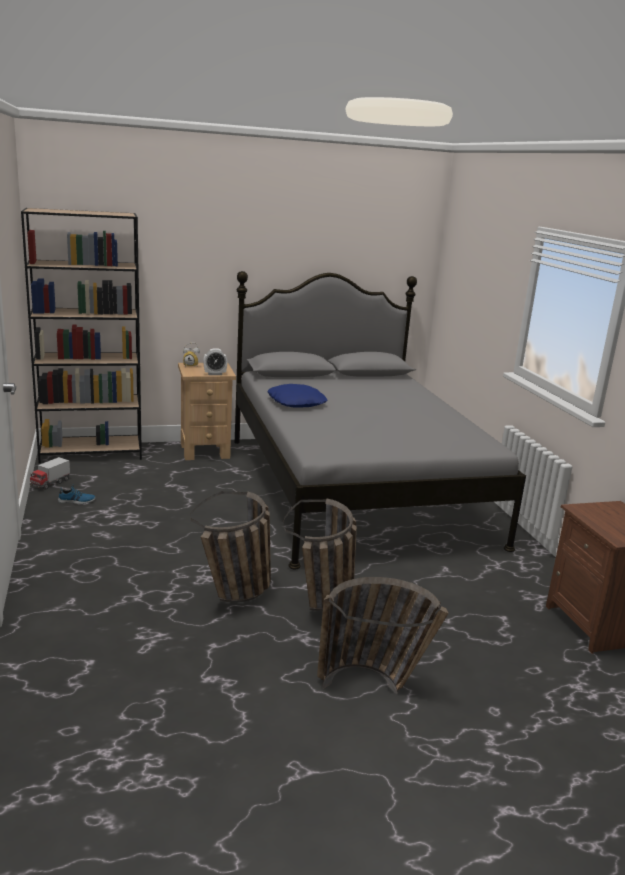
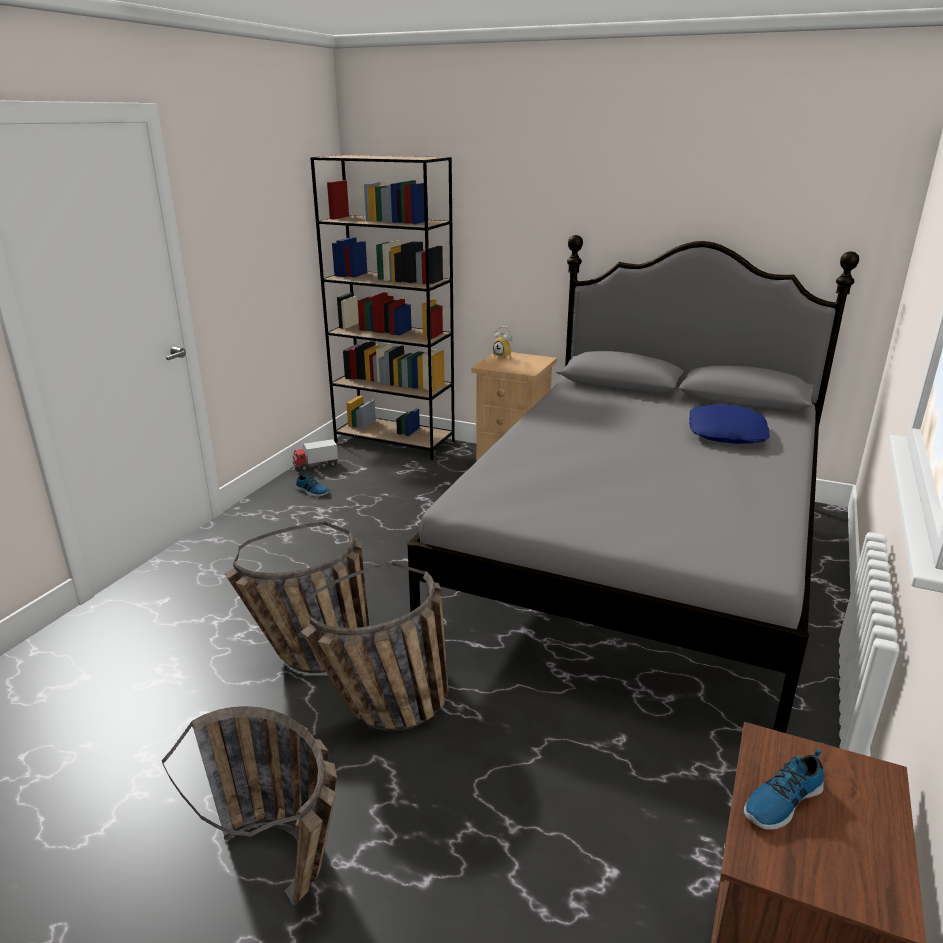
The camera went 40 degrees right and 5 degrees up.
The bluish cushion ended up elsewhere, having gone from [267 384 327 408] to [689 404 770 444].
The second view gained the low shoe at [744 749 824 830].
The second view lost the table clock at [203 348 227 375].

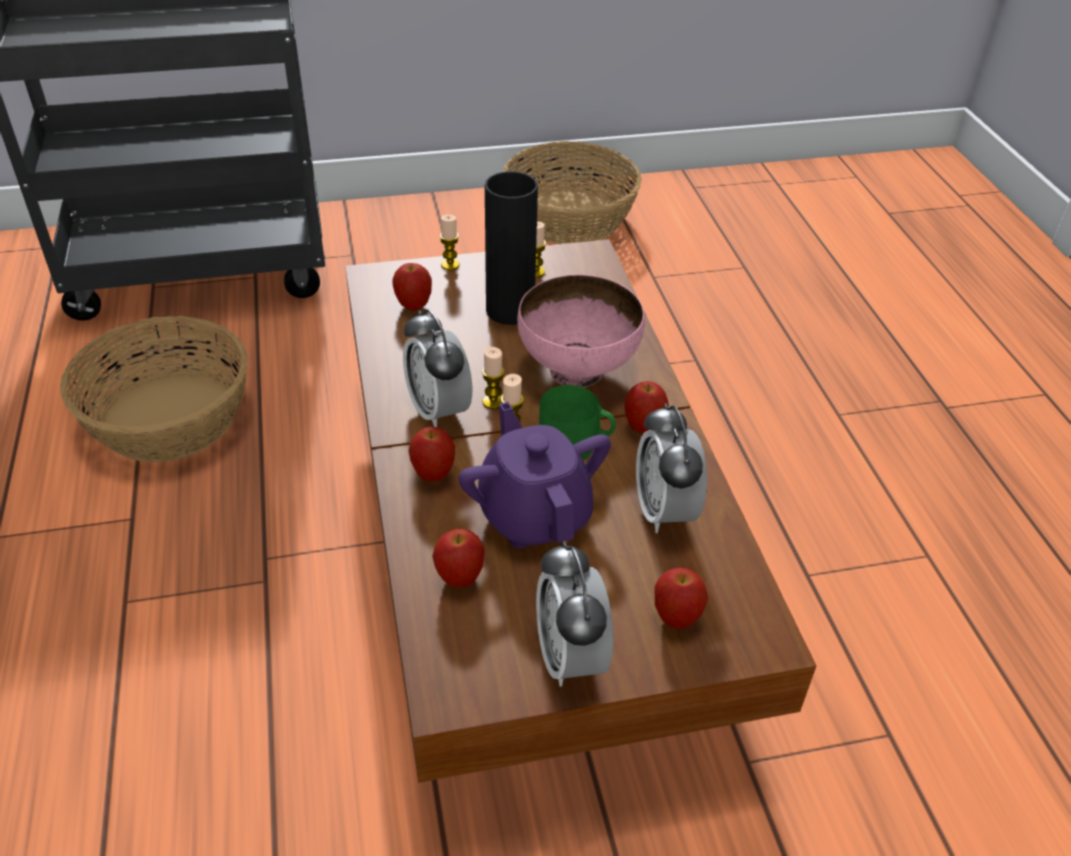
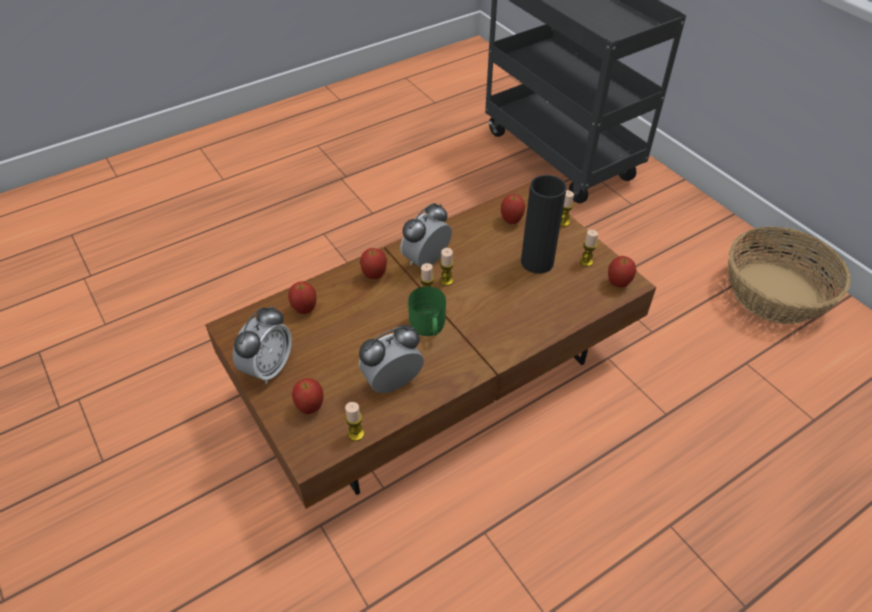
The camera went 70 degrees right and 5 degrees up.
The table clock at [536 541 613 687] ended up facing another way, 150 degrees clockwise from before.
The second view gained the wax light at [345 402 364 441].
The apple fruit ended up elsewhere, having gone from [625 381 669 434] to [608 256 637 288].
The second view lost the household basket at [60 316 248 462].
The second view lost the purple-coloured teapot at [458 402 611 549].
The second view lost the pink-coloured deep dish at [517 274 645 388].

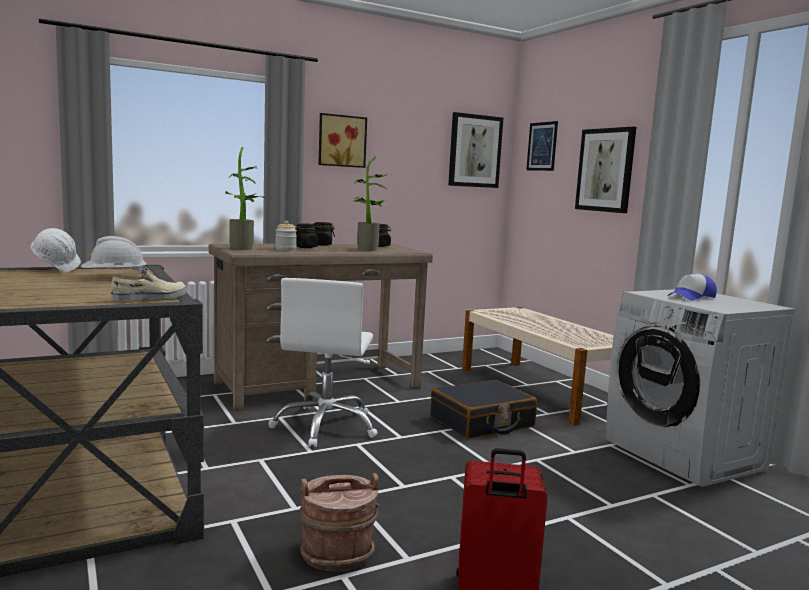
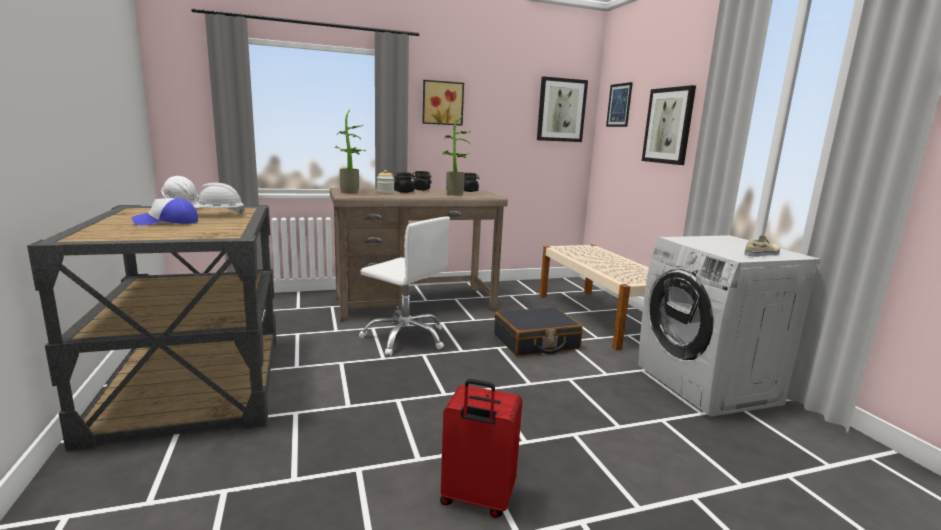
The camera went 10 degrees right and 5 degrees up.
The peaked cap ended up elsewhere, having gone from [668 274 717 300] to [131 198 198 225].
The white desk chair at [269 278 378 447] ended up facing another way, 75 degrees counterclockwise from before.
The beige-coloured low shoe ended up elsewhere, having gone from [111 270 187 300] to [744 235 780 257].
The second view lost the brown pail at [299 473 380 571].

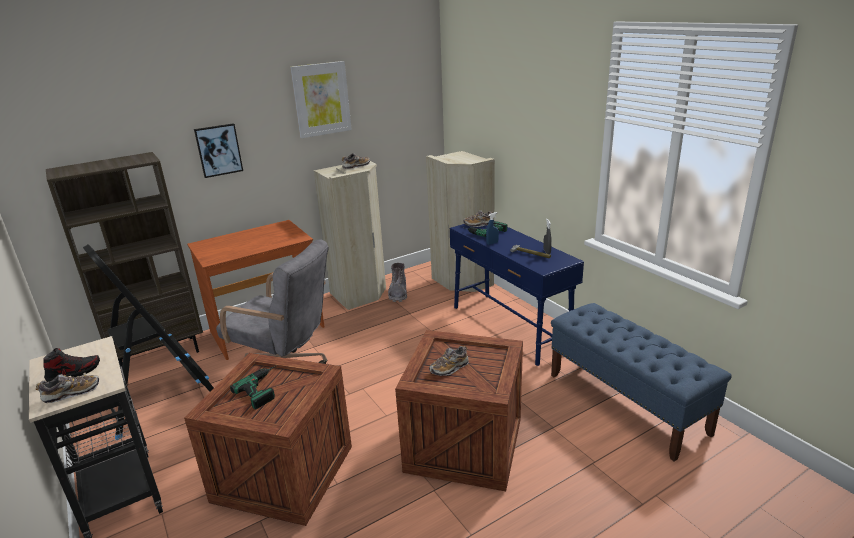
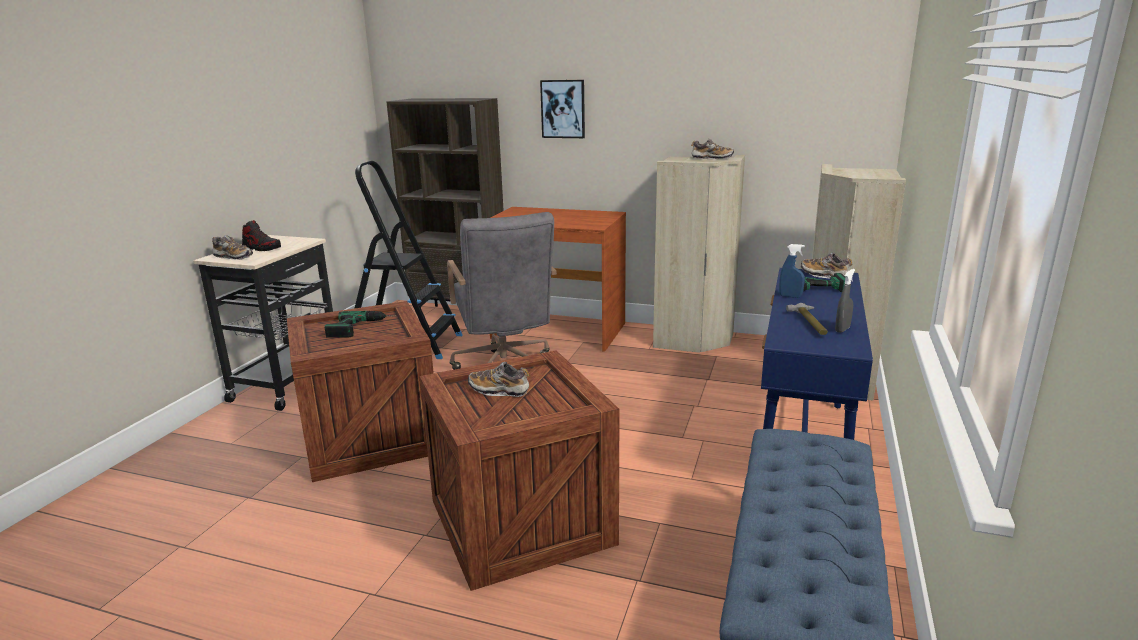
The camera went 50 degrees right and 5 degrees down.
The second view lost the wall picture at [290 61 352 138].
The second view lost the grey high-top boot at [388 263 407 302].

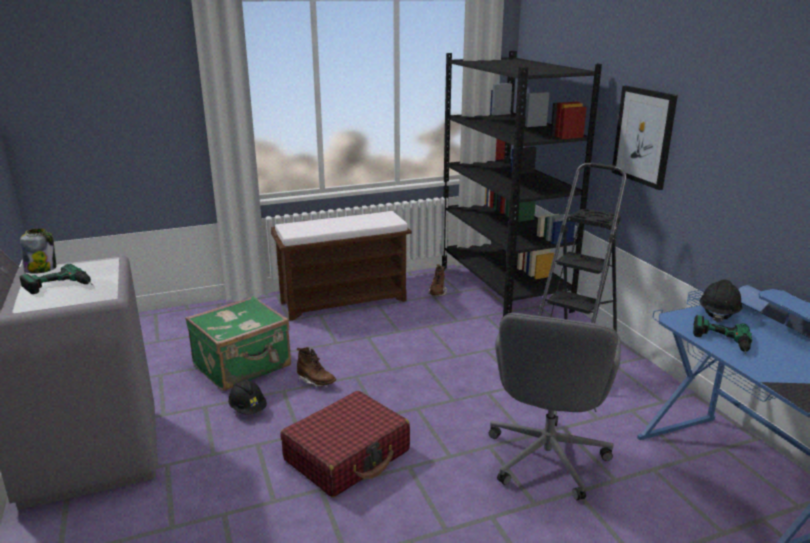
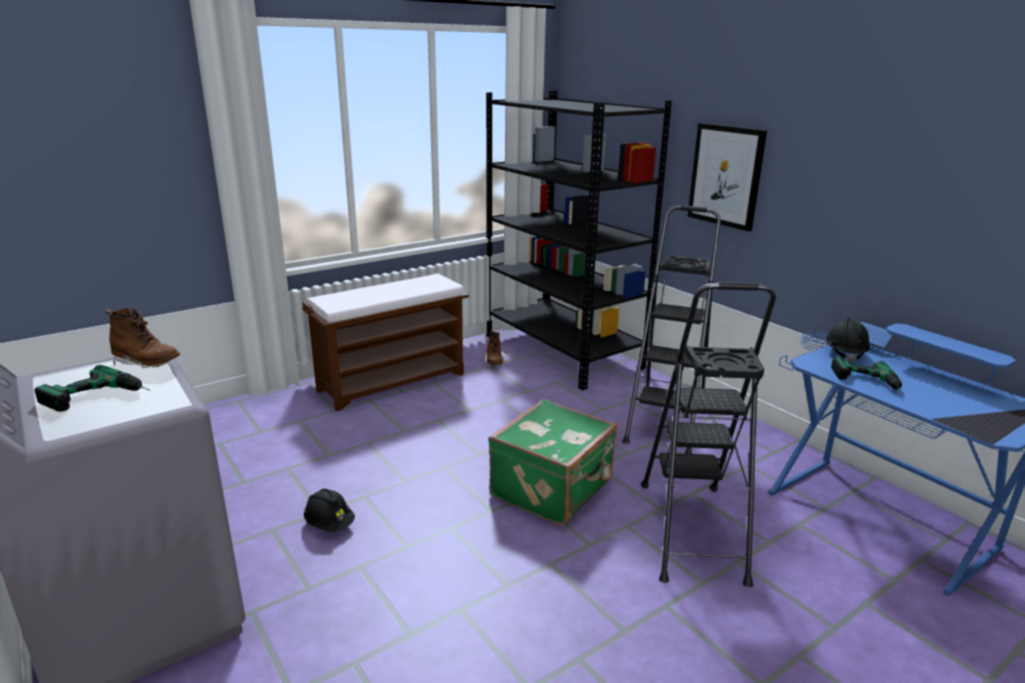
The camera went 15 degrees left and 0 degrees up.
The brown high-top boot ended up elsewhere, having gone from [297 347 336 386] to [105 308 180 368].
The green travel case ended up elsewhere, having gone from [185 296 291 391] to [488 399 617 525].
Where the grey desk chair stood at [489 313 621 500], the stepladder came to stand at [641 282 776 587].
The second view lost the jar at [20 228 56 274].
The second view lost the red travel case at [281 391 410 497].

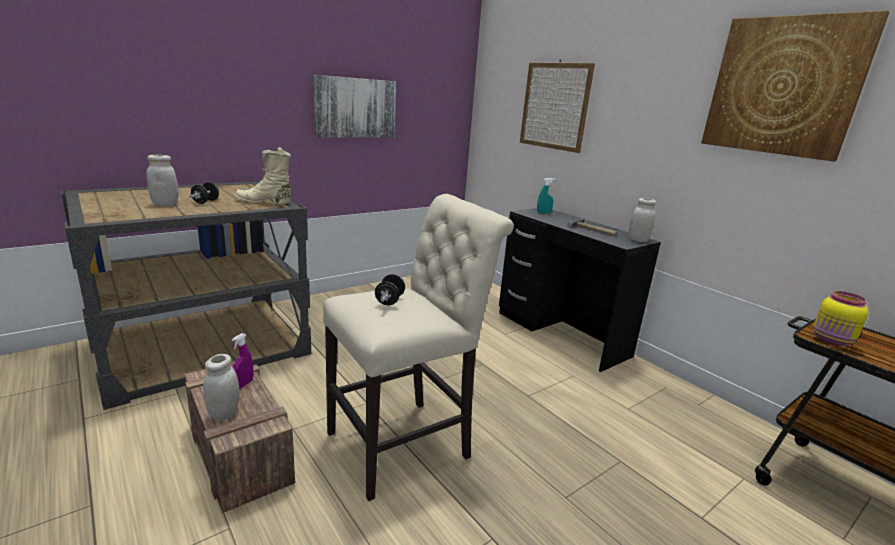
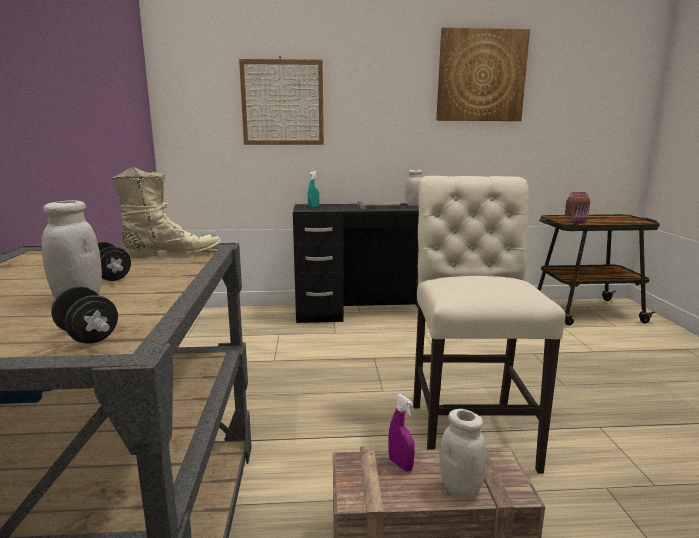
The camera went 55 degrees left and 5 degrees down.
The black-coloured dumbbell ended up elsewhere, having gone from [375 274 405 305] to [51 286 118 344].
The beige-coloured high-top boot at [234 147 291 204] ended up facing another way, 150 degrees counterclockwise from before.
What was the yellow jar at [813 291 868 346] turned into the brown jar at [565 192 590 224].
The second view lost the wall picture at [313 75 396 138].

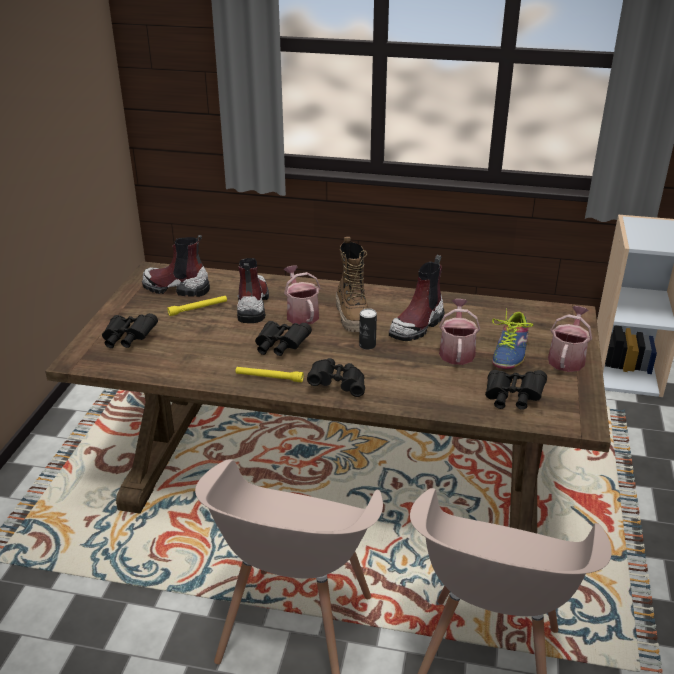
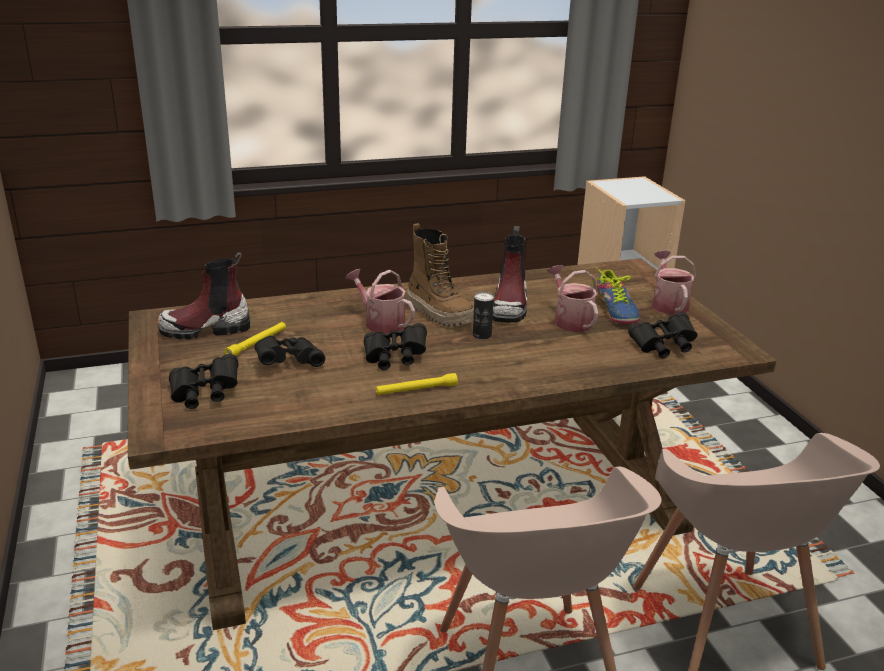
The camera went 30 degrees left and 5 degrees down.
The black-coloured pair of binoculars ended up elsewhere, having gone from [307 358 365 397] to [254 336 325 367].
The second view lost the high-top boot at [237 258 269 323].

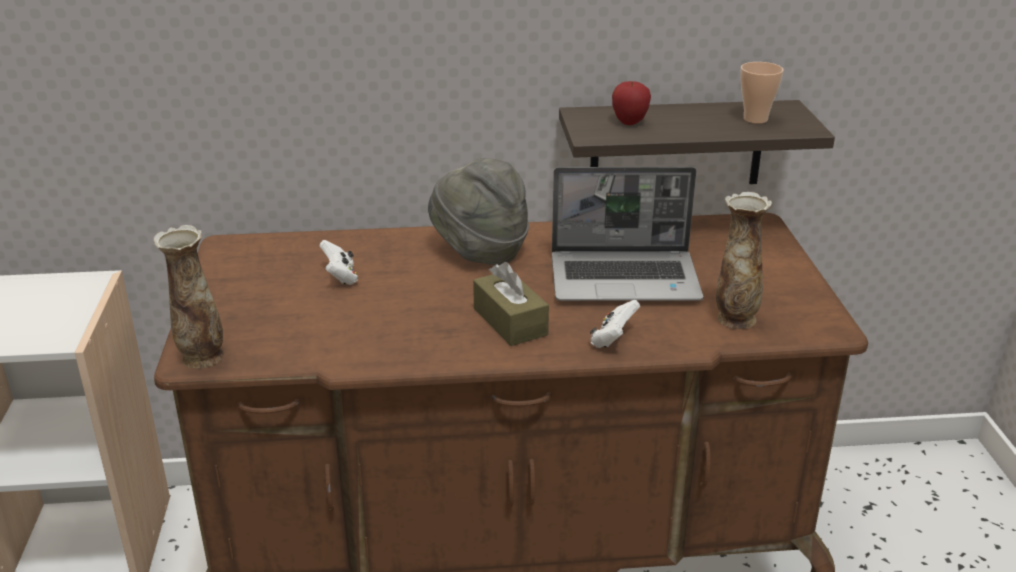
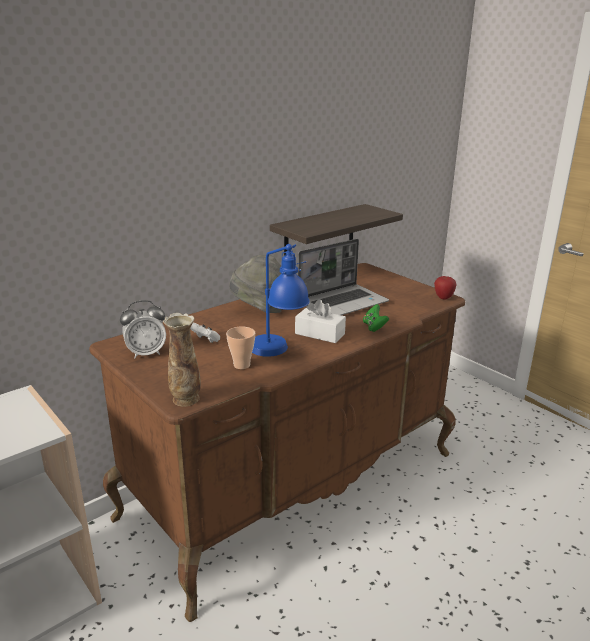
The camera went 35 degrees left and 5 degrees down.
The second view gained the table clock at [120 300 166 358].
The drinking cup ended up elsewhere, having gone from [740 62 784 124] to [226 326 255 369].
The second view gained the bluish tabletop lamp at [252 244 310 357].
What was the brown tissue holder at [473 262 549 346] turned into the white tissue holder at [295 299 346 343].
What was the white gamepad at [590 300 640 348] turned into the green gamepad at [363 304 389 332].
The apple fruit ended up elsewhere, having gone from [612 81 651 125] to [434 276 457 300].
The second view lost the vase at [716 192 772 329].

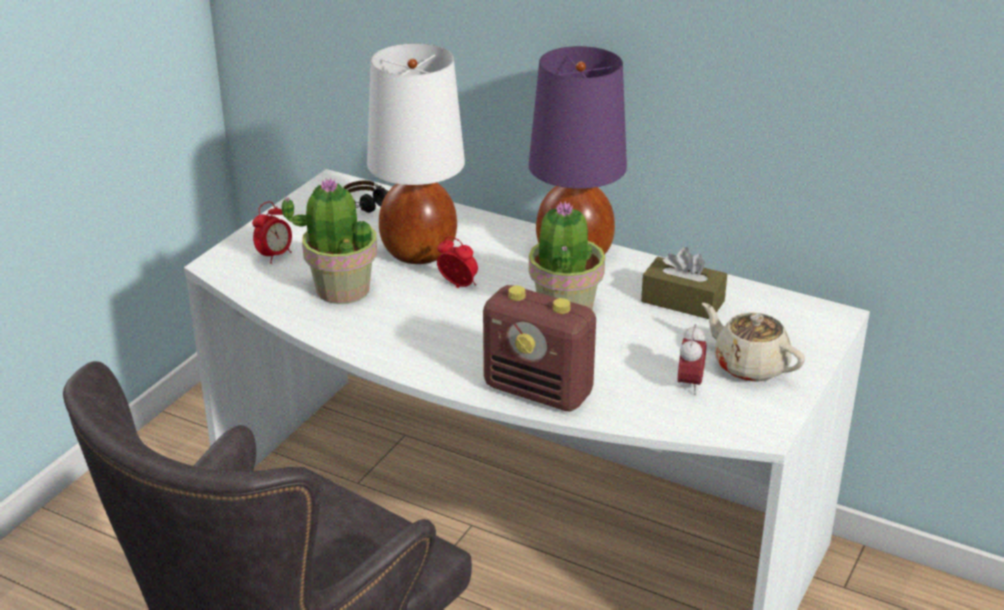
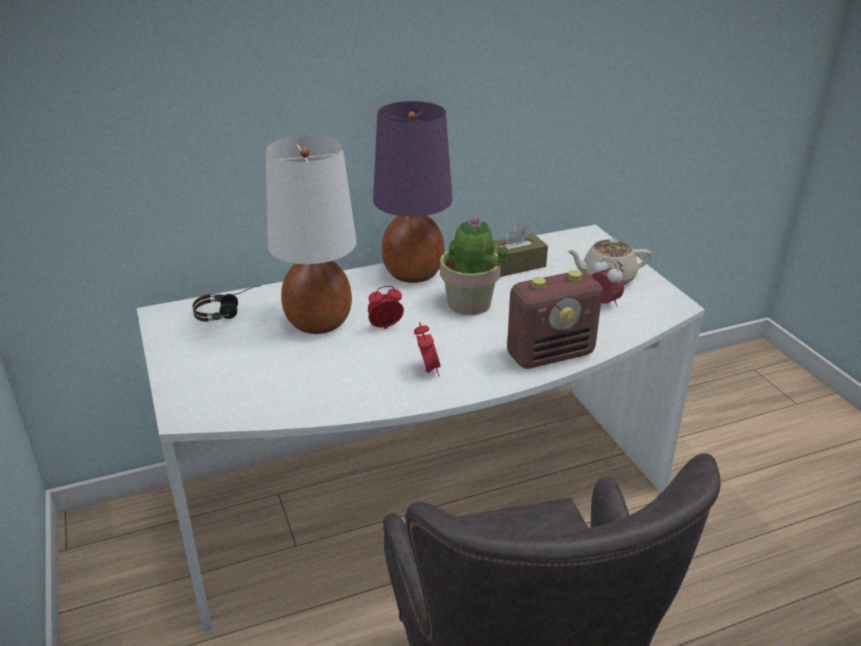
The camera went 50 degrees left and 0 degrees up.
The table clock ended up elsewhere, having gone from [252 202 292 264] to [414 322 440 377].
The second view lost the houseplant at [282 178 377 304].

